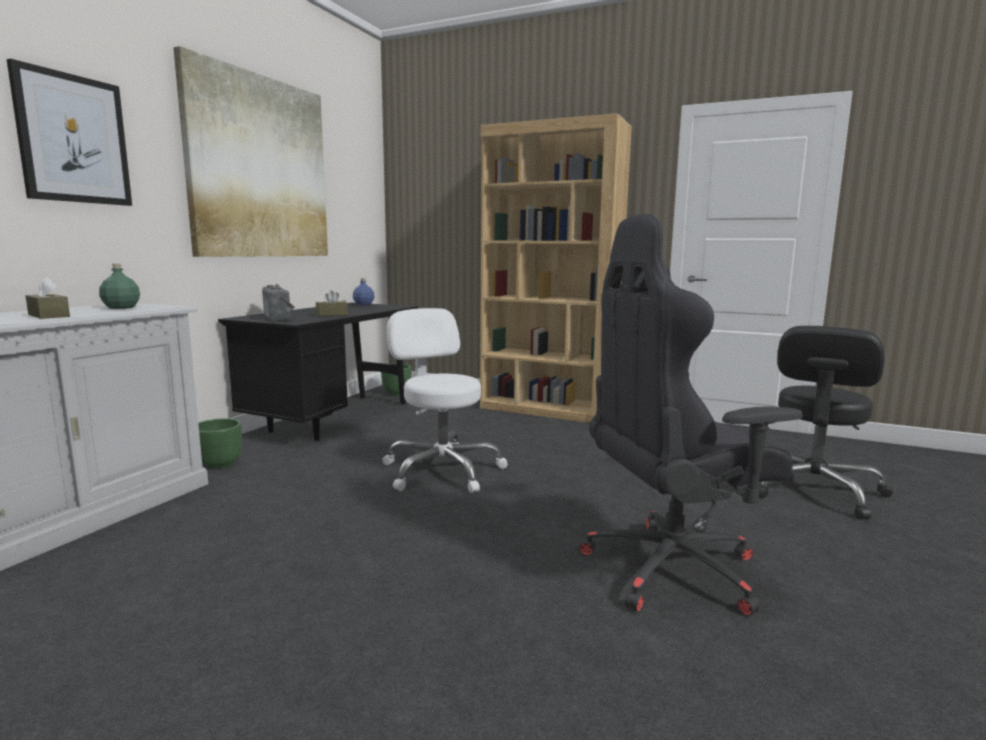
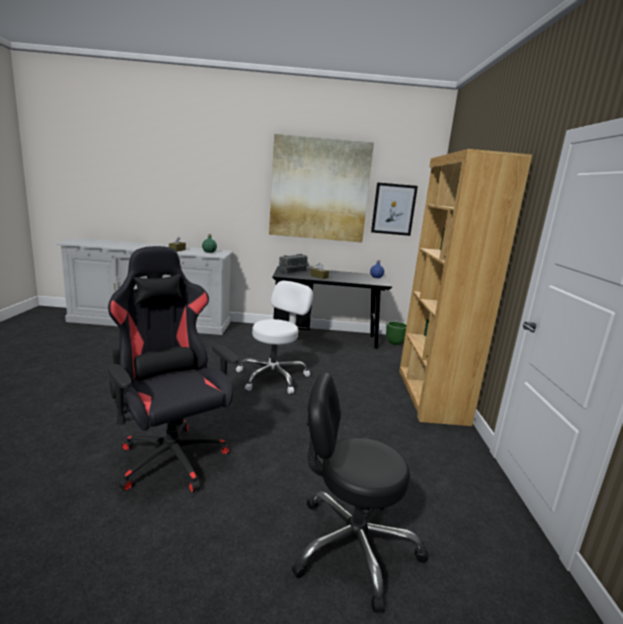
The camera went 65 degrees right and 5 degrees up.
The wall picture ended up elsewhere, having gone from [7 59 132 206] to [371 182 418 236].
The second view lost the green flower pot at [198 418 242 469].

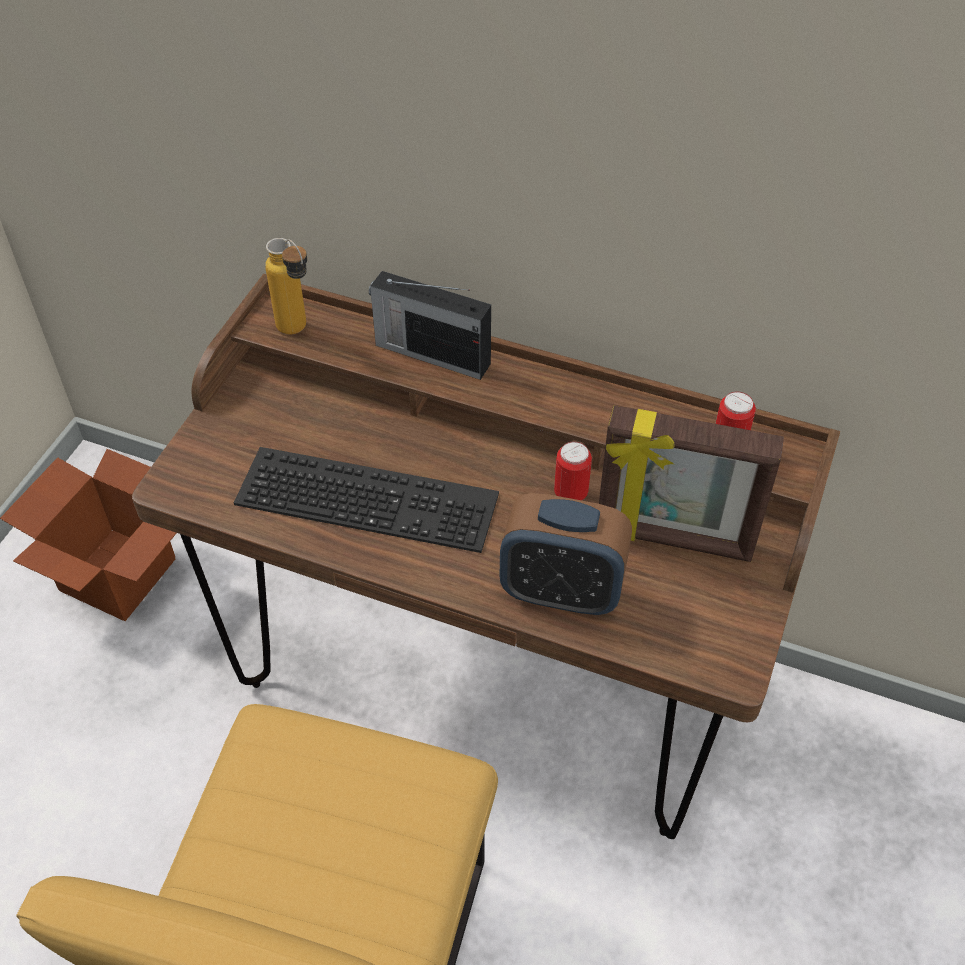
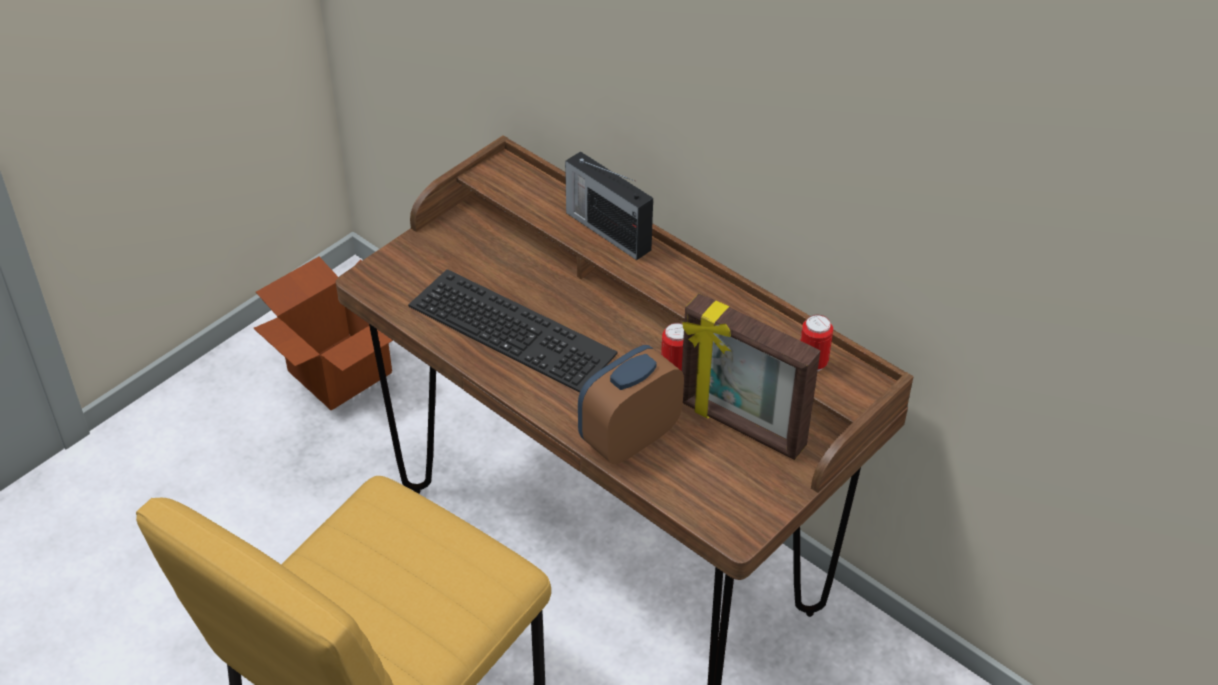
The camera went 20 degrees right and 5 degrees down.
The table clock at [500 493 632 615] ended up facing another way, 105 degrees clockwise from before.
The second view lost the beverage bottle at [265 238 307 335].

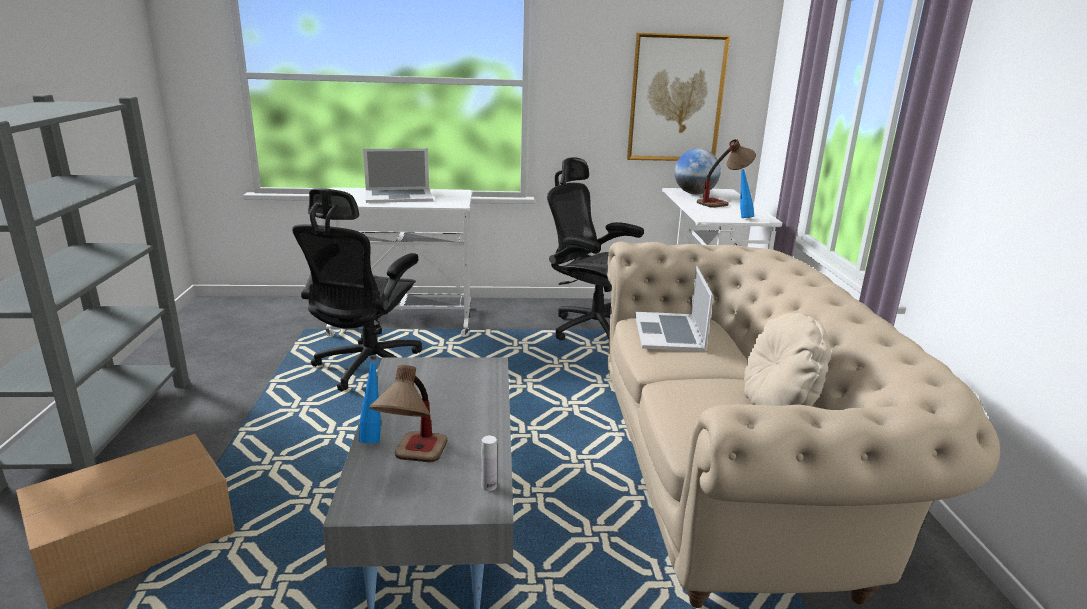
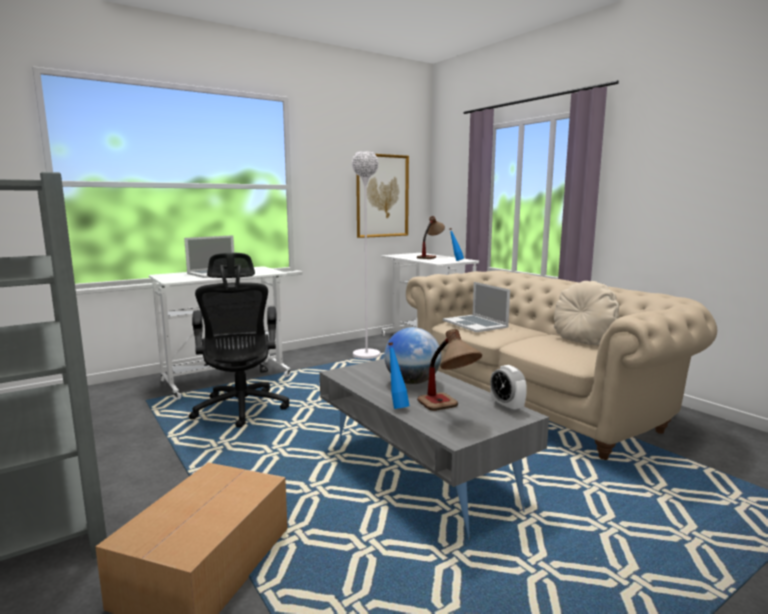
The camera went 30 degrees left and 10 degrees down.
Where the desk chair stood at [547 157 644 340], the white standing lamp came to stand at [352 151 380 359].
The world globe ended up elsewhere, having gone from [674 149 721 194] to [384 327 441 385].
Where the white beverage bottle stood at [481 436 497 491], the table clock came to stand at [490 365 527 412].

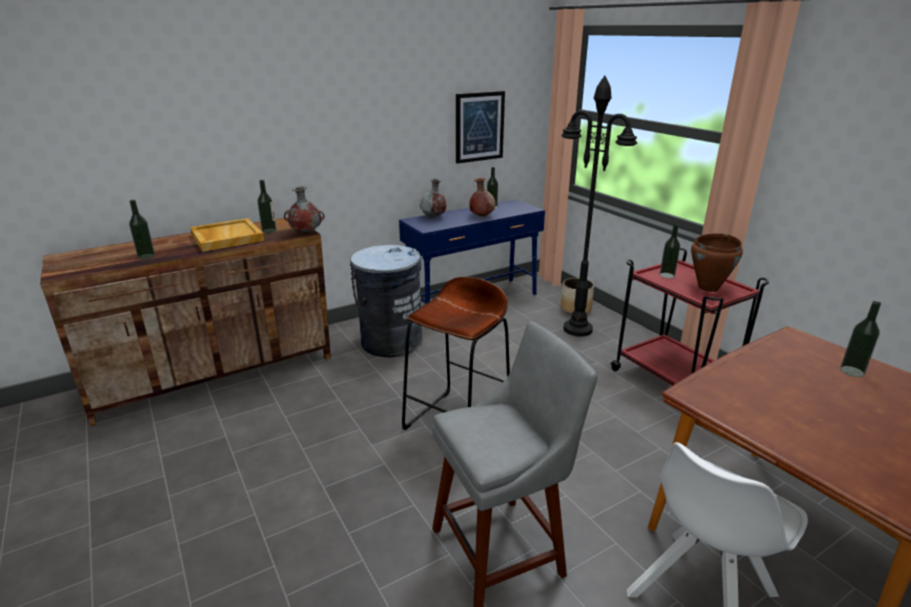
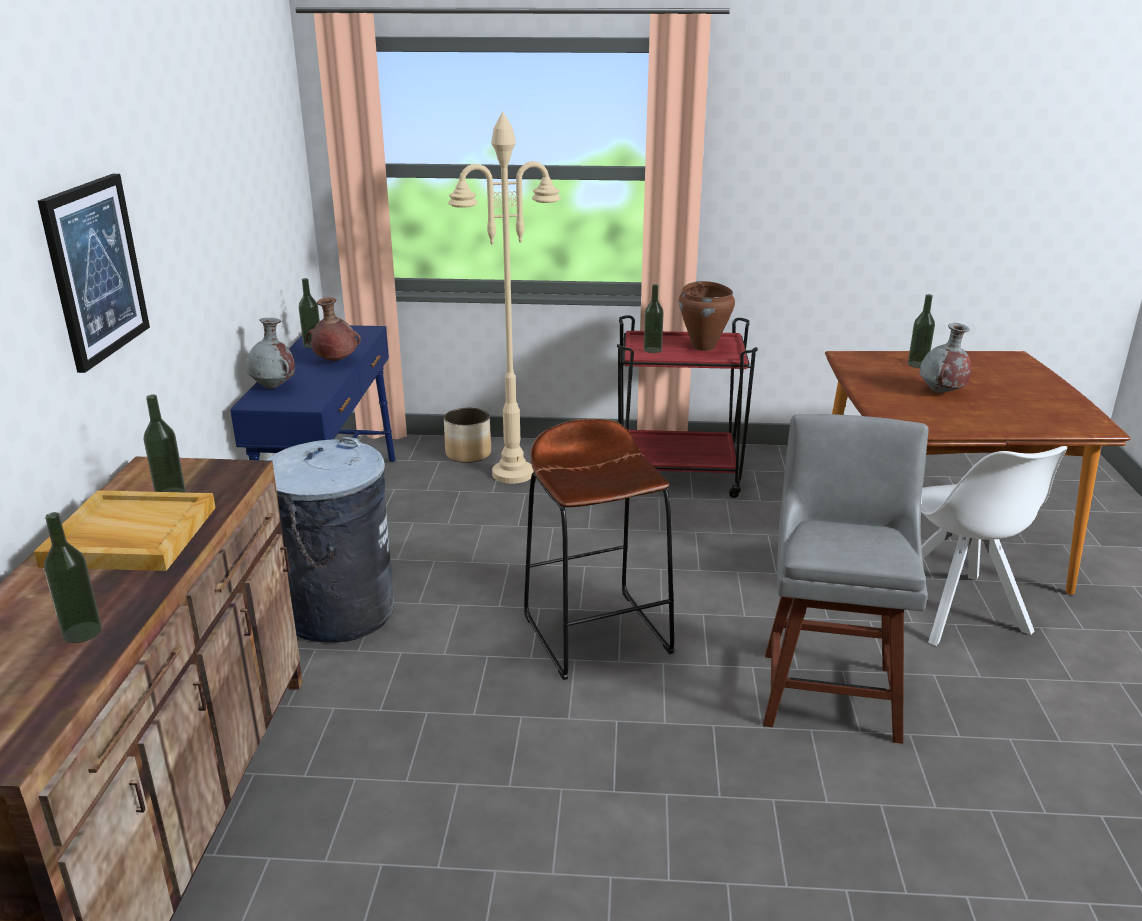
The camera went 55 degrees left and 0 degrees up.
The wall picture ended up elsewhere, having gone from [456 91 505 164] to [38 174 150 373].
What was the black-coloured standing lamp at [561 76 637 336] turned into the beige-coloured standing lamp at [448 112 561 484].
The grey vase ended up elsewhere, having gone from [284 185 325 233] to [919 323 971 393].

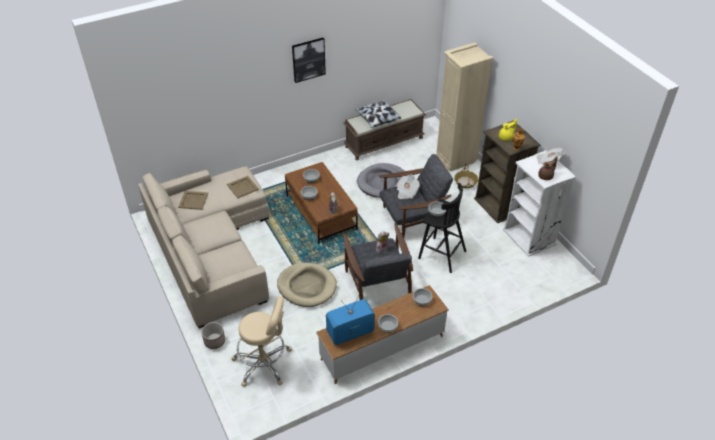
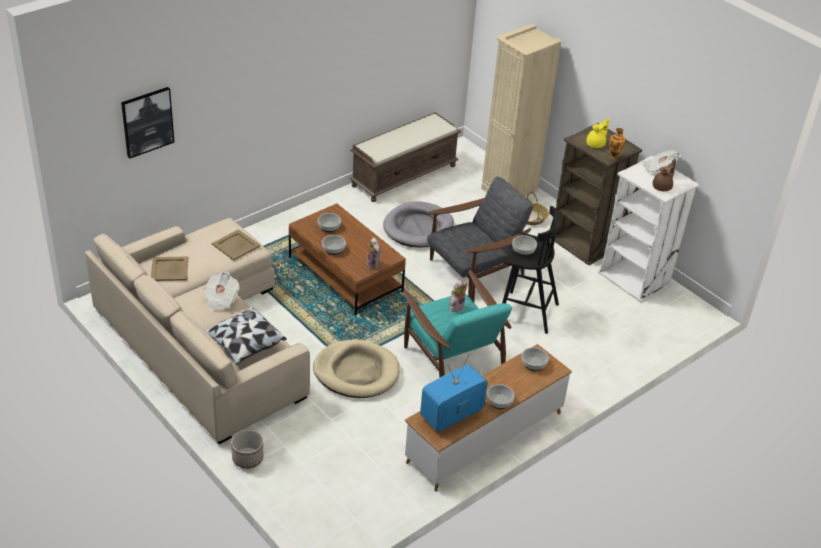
The camera went 15 degrees left and 5 degrees down.
The wall picture ended up elsewhere, having gone from [292 38 326 83] to [121 87 174 159].
The printed paper ended up elsewhere, having gone from [397 174 420 199] to [204 272 240 311].
The cushion ended up elsewhere, having gone from [356 100 401 128] to [205 307 287 364].
What was the grey easy chair at [343 223 413 300] turned into the turquoise-coloured easy chair at [403 270 512 378].
The second view lost the beige-coloured sitting stool at [232 296 292 387].

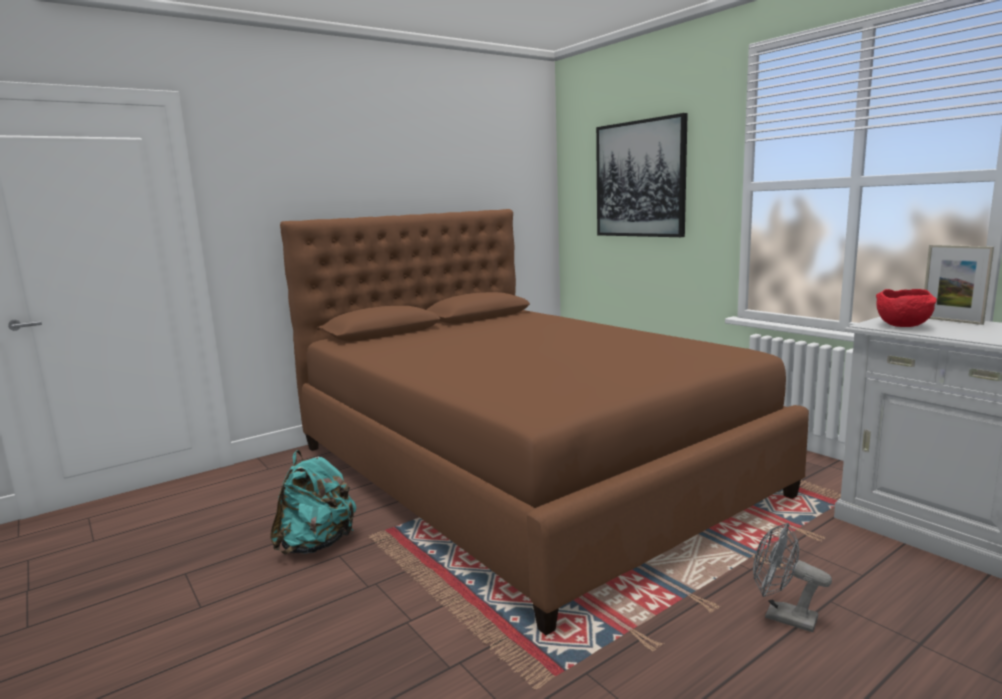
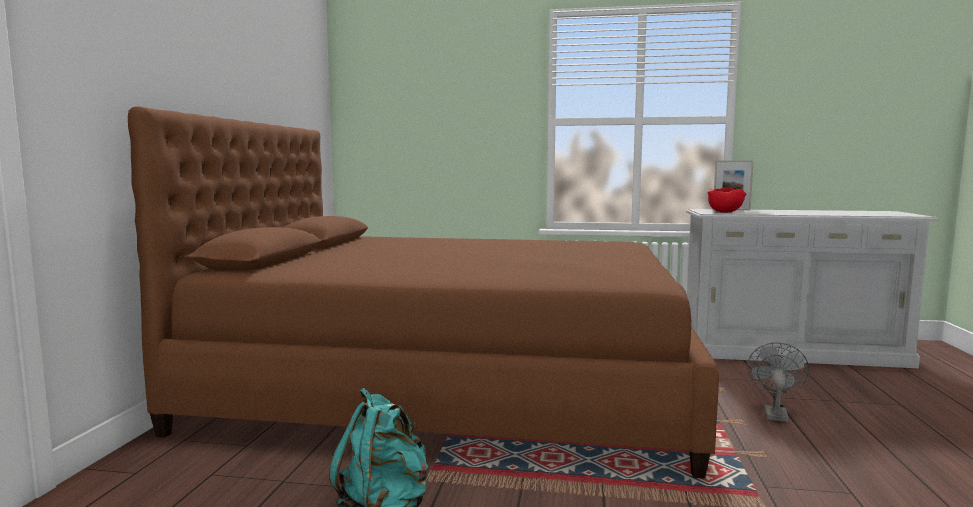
The camera went 45 degrees left and 5 degrees down.
The grey electric fan at [753 523 832 632] ended up facing another way, 120 degrees clockwise from before.
The second view lost the wall picture at [596 113 688 237].

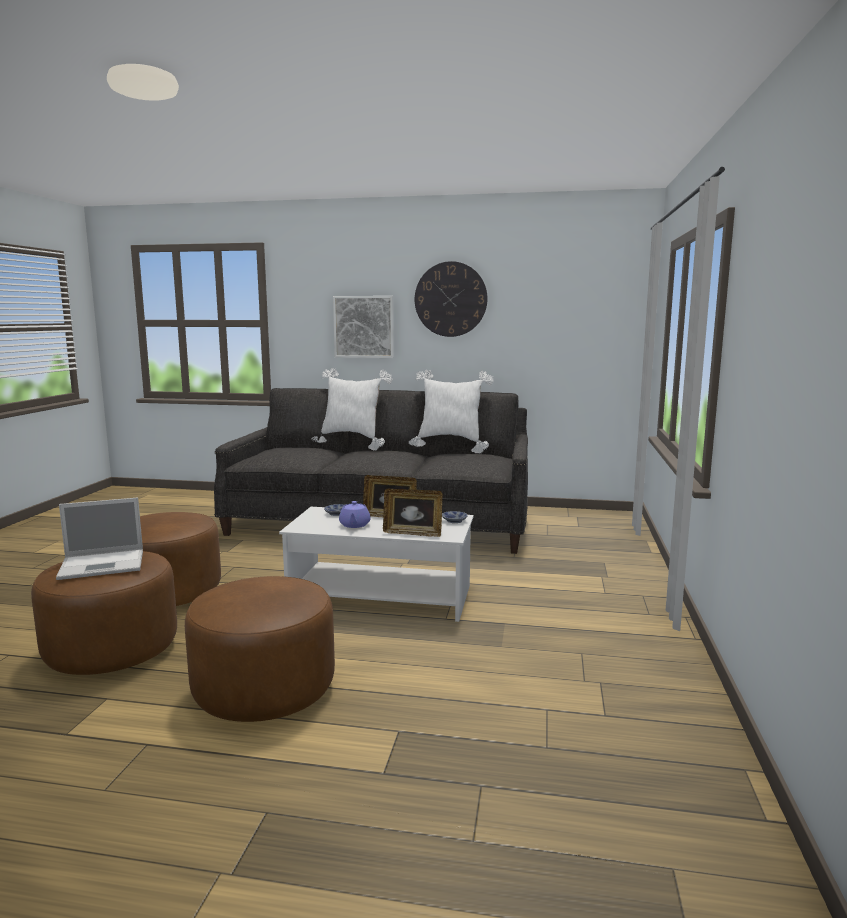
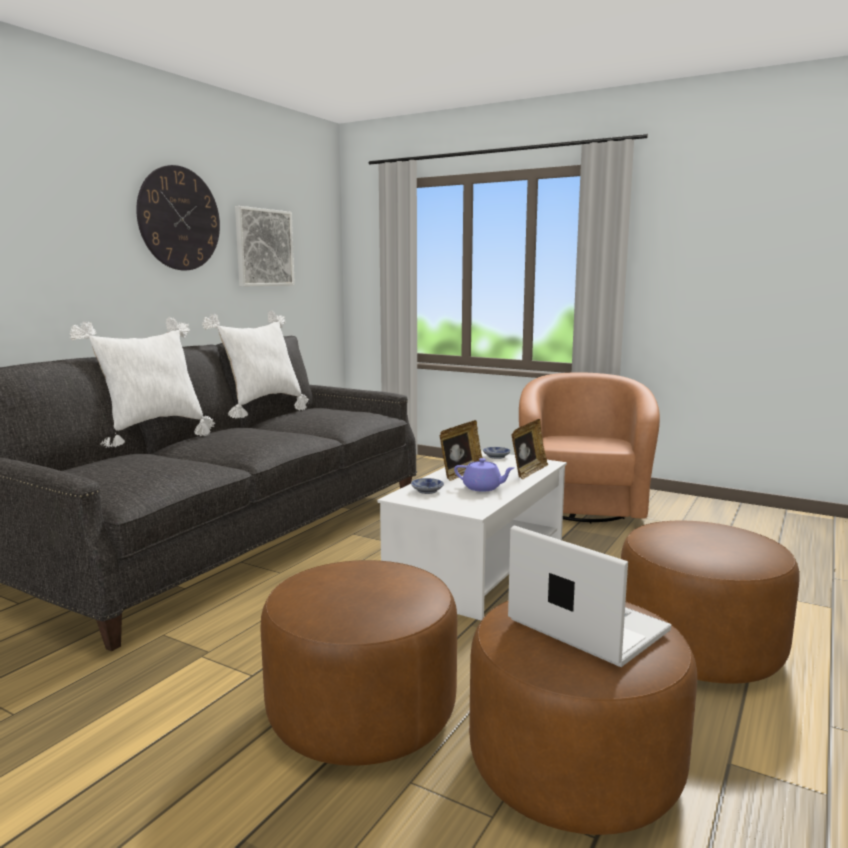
The camera went 70 degrees left and 0 degrees up.
The wall picture ended up elsewhere, having gone from [333 296 394 358] to [235 206 295 287].
The laptop at [56 498 143 580] ended up facing another way, 45 degrees counterclockwise from before.
The second view gained the brown easy chair at [519 372 660 524].

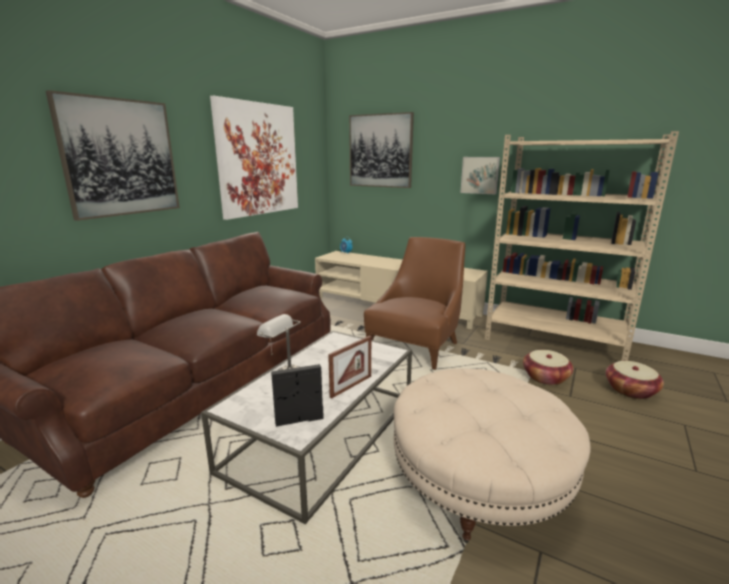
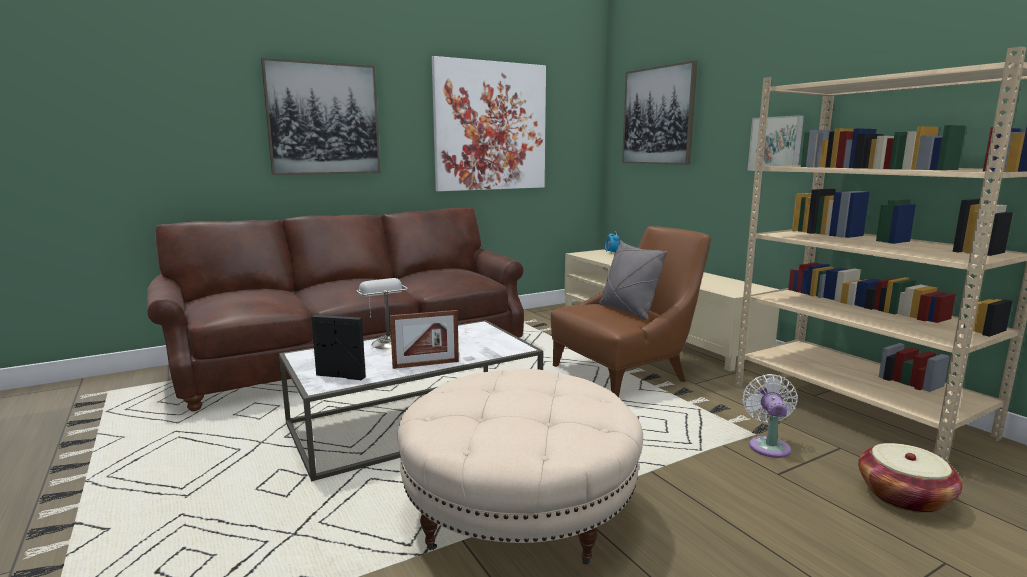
The camera went 30 degrees right and 5 degrees down.
The second view gained the grey cushion at [599 240 668 320].
Where the household basket stood at [523 350 574 385], the white electric fan came to stand at [742 374 798 458].

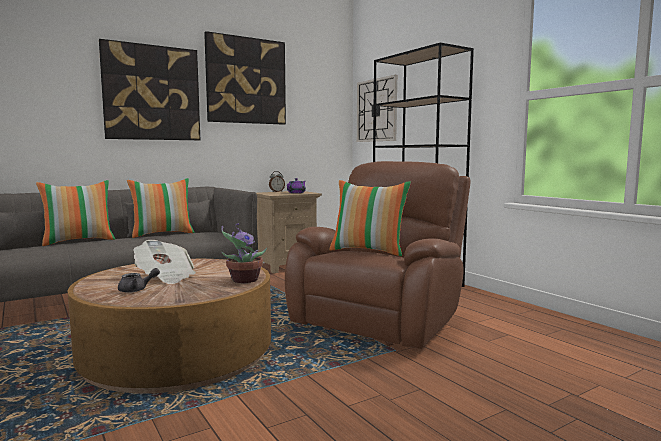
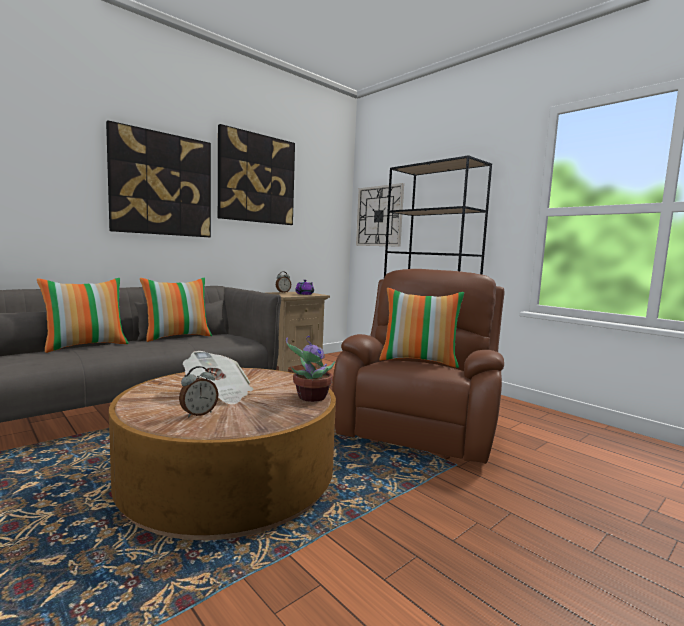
The camera went 10 degrees left and 0 degrees up.
Where the grey teapot stood at [118 268 160 293], the table clock came to stand at [179 366 218 417].

